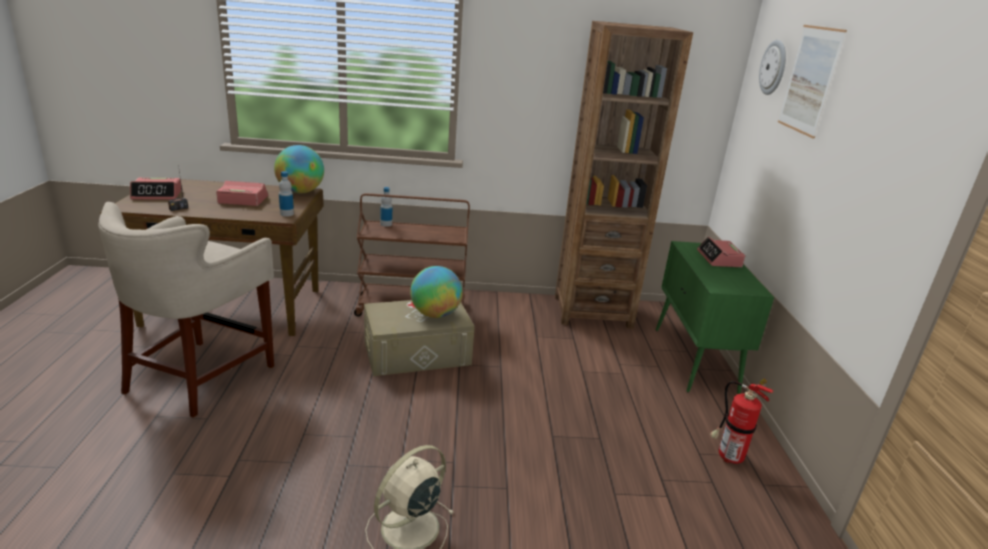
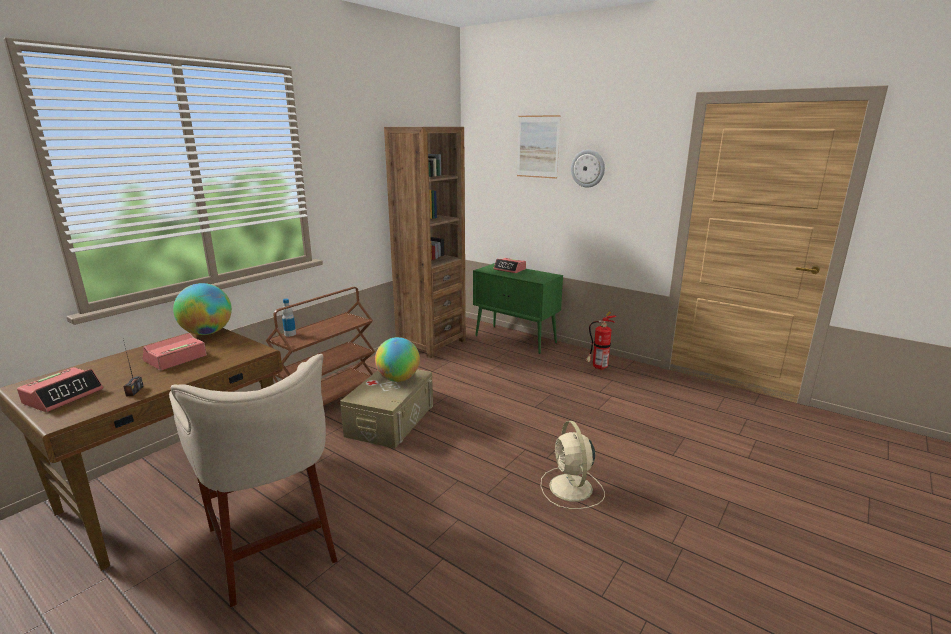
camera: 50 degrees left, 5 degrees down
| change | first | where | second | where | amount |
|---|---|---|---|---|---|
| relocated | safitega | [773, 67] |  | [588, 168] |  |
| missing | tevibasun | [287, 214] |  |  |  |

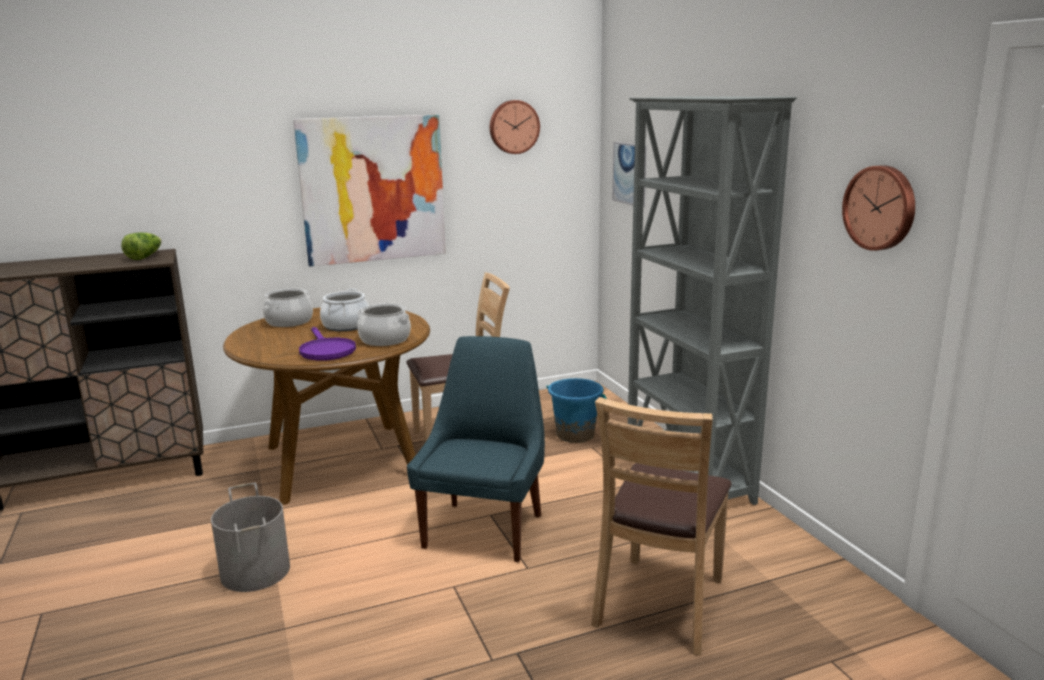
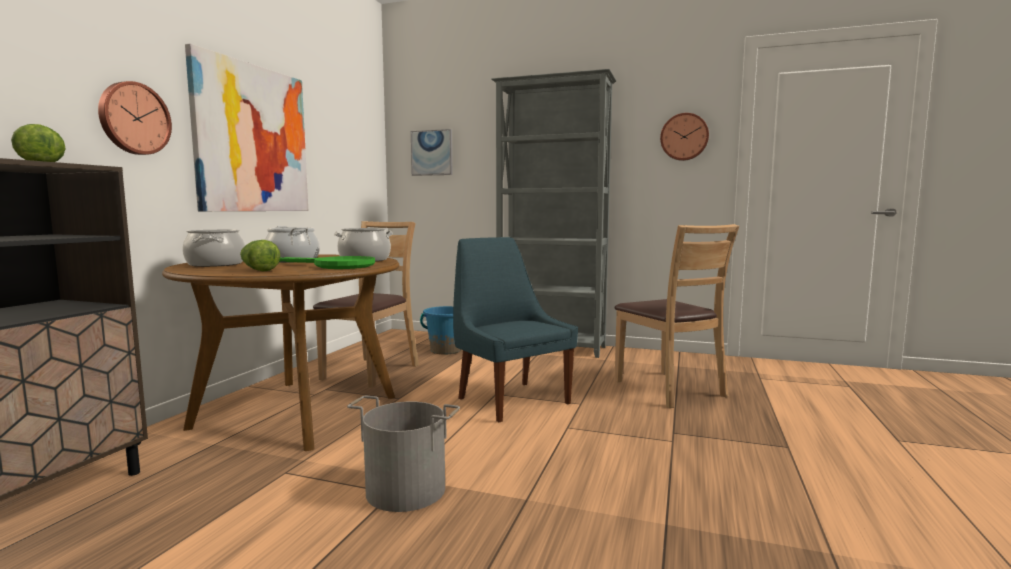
camera: 50 degrees left, 10 degrees down
| change | first | where | second | where | amount |
|---|---|---|---|---|---|
| relocated | safitega | [513, 127] |  | [133, 118] |  |
| colour | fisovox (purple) | [325, 350] | fisovox (green) | [336, 266] |  |
| appeared |  |  | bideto | [258, 270] |  |

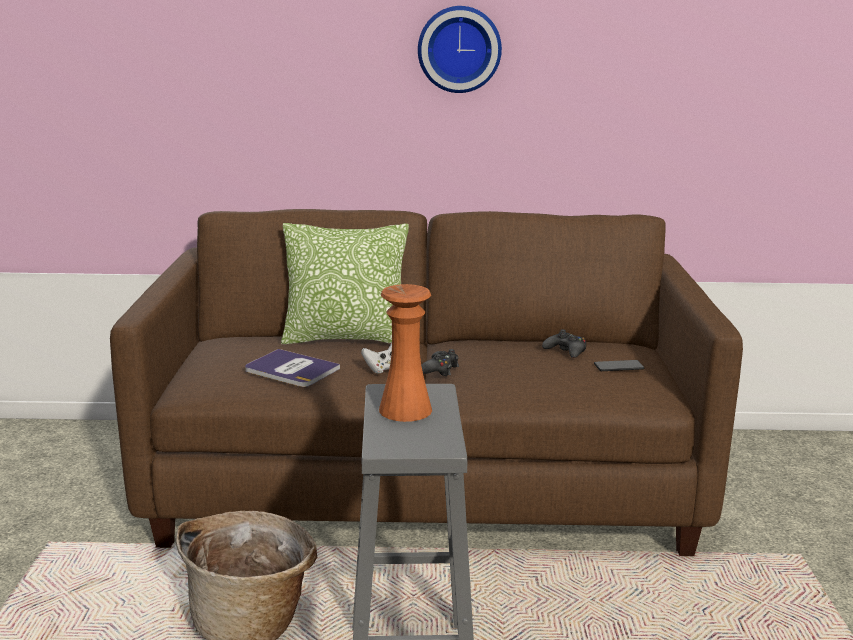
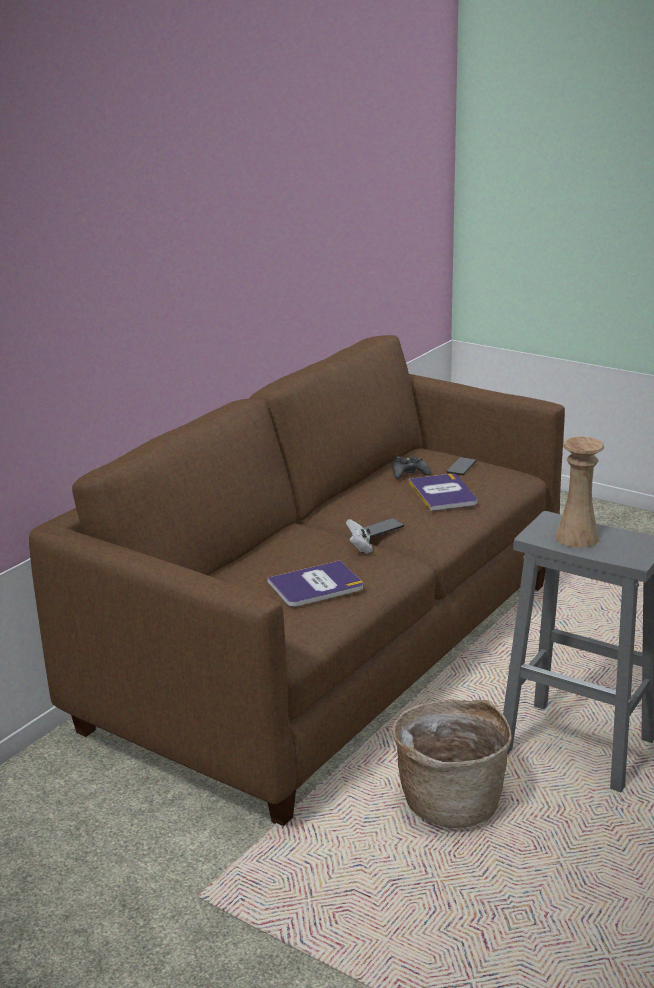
camera: 55 degrees left, 5 degrees up
| change | first | where | second | where | amount |
|---|---|---|---|---|---|
| missing | safitega | [459, 49] |  |  |  |
| missing | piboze | [346, 338] |  |  |  |
| colour | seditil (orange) | [405, 409] | seditil (beige) | [577, 537] |  |
| exchanged | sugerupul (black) | [440, 369] | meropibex | [381, 529] |  |
| appeared |  |  | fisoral | [443, 493] |  |

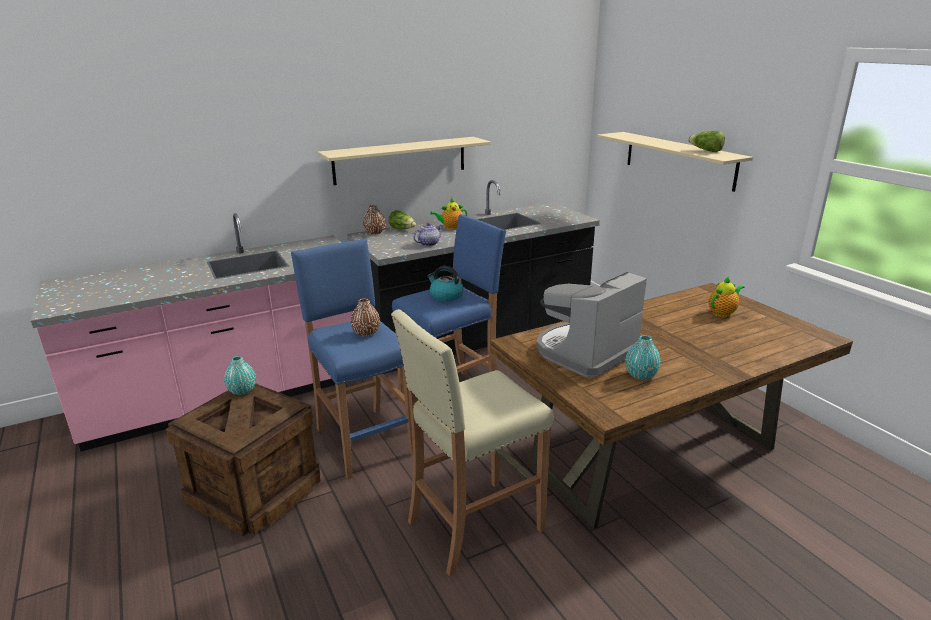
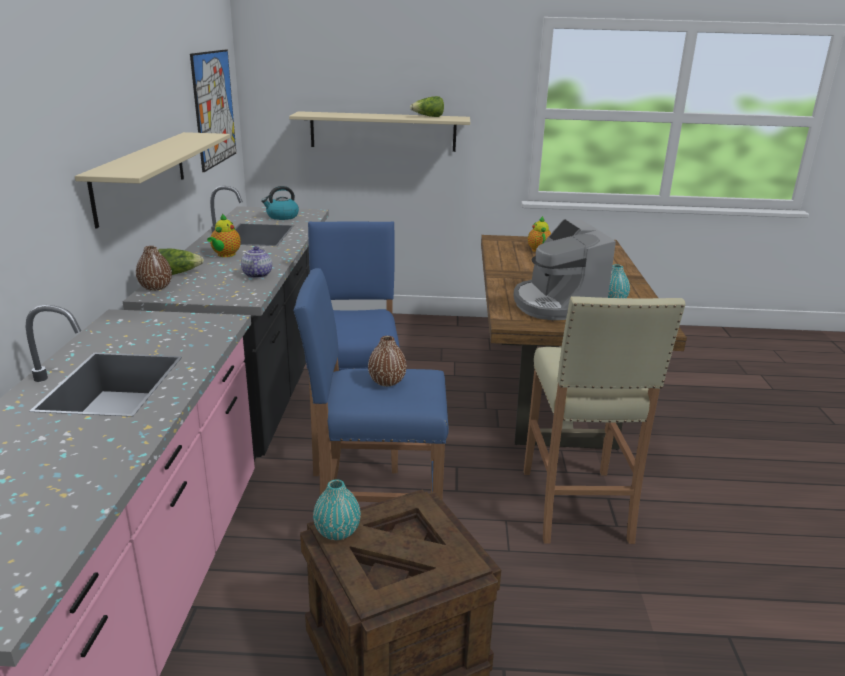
camera: 60 degrees left, 0 degrees up
| change | first | where | second | where | amount |
|---|---|---|---|---|---|
| relocated | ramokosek | [445, 296] |  | [282, 217] |  |
| appeared |  |  | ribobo | [214, 108] |  |

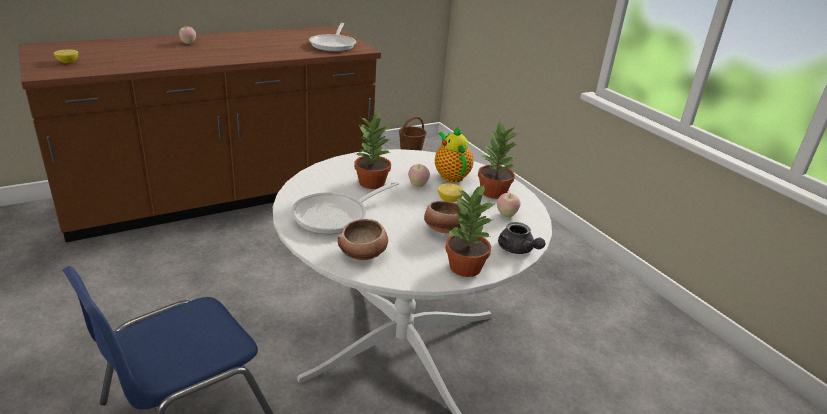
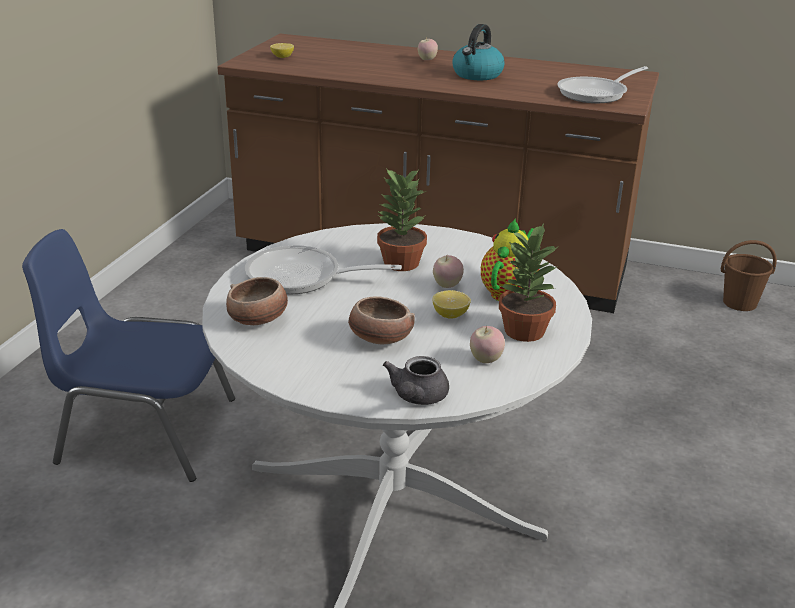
camera: 50 degrees right, 0 degrees up
| change | first | where | second | where | amount |
|---|---|---|---|---|---|
| missing | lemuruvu | [464, 267] |  |  |  |
| appeared |  |  | ramokosek | [477, 75] |  |

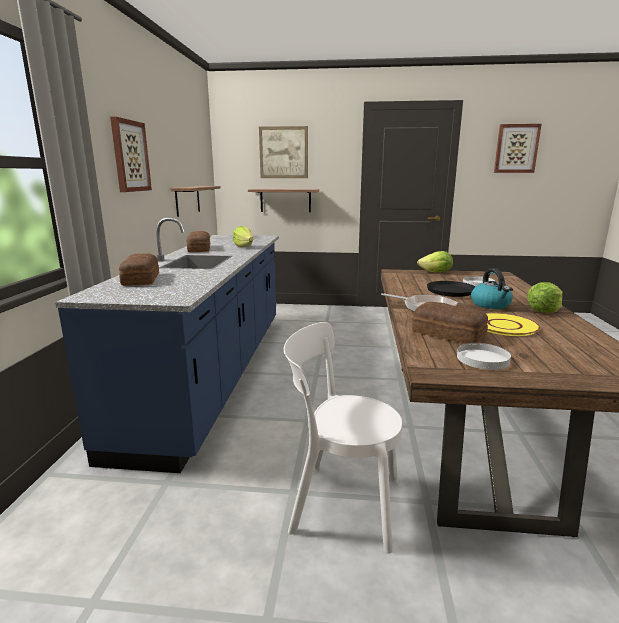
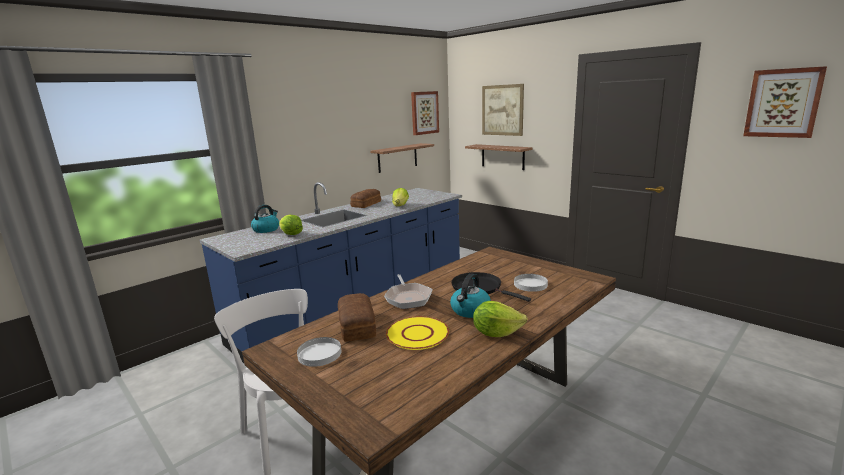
camera: 40 degrees right, 0 degrees up
| change | first | where | second | where | amount |
|---|---|---|---|---|---|
| relocated | ribobo | [130, 156] |  | [424, 113] |  |
| relocated | bideto | [436, 272] |  | [291, 234] |  |
| exchanged | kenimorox | [140, 279] | ramokosek | [266, 229] |  |

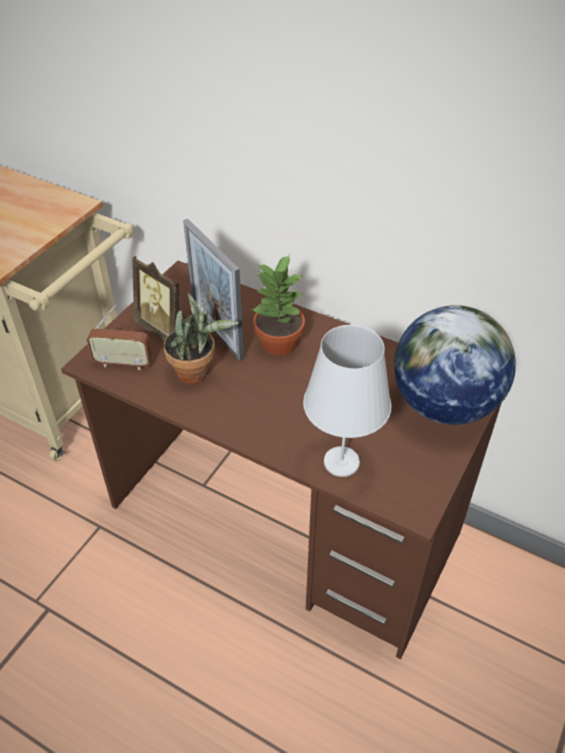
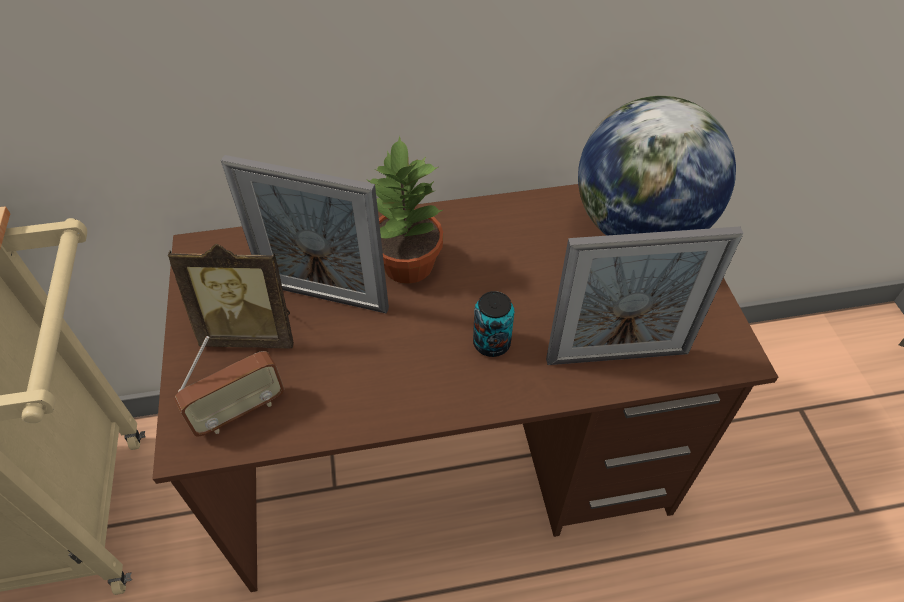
camera: 40 degrees left, 5 degrees up
| change | first | where | second | where | amount |
|---|---|---|---|---|---|
| missing | lemuruvu | [197, 372] |  |  |  |
| exchanged | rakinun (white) | [341, 462] | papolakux | [617, 356] |  |
| appeared |  |  | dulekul | [491, 343] |  |

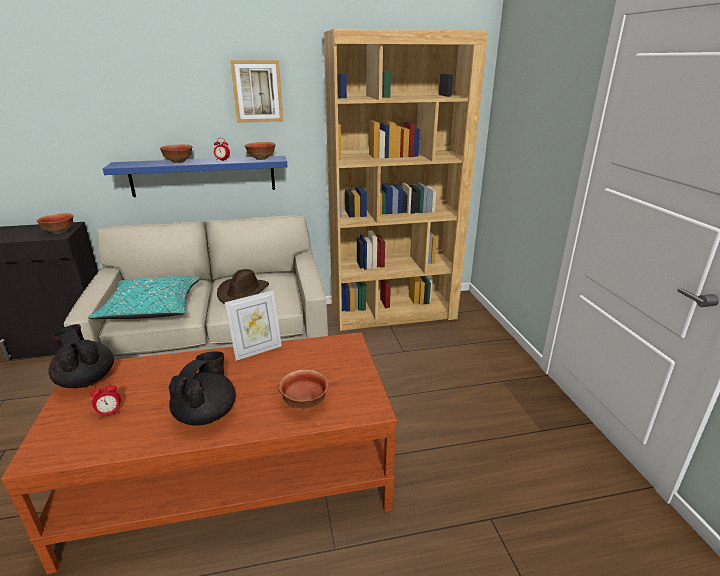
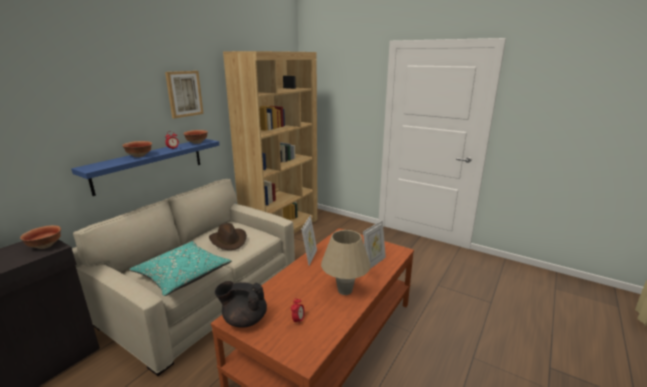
camera: 45 degrees left, 5 degrees down
| change | first | where | second | where | amount |
|---|---|---|---|---|---|
| exchanged | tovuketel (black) | [206, 414] | rakinun (beige) | [345, 290] |  |
| exchanged | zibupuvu | [305, 402] | papolakux | [373, 262] |  |

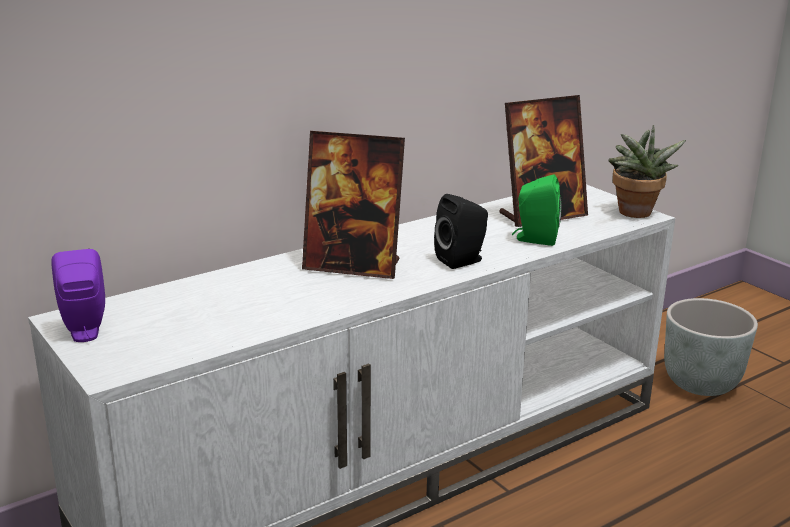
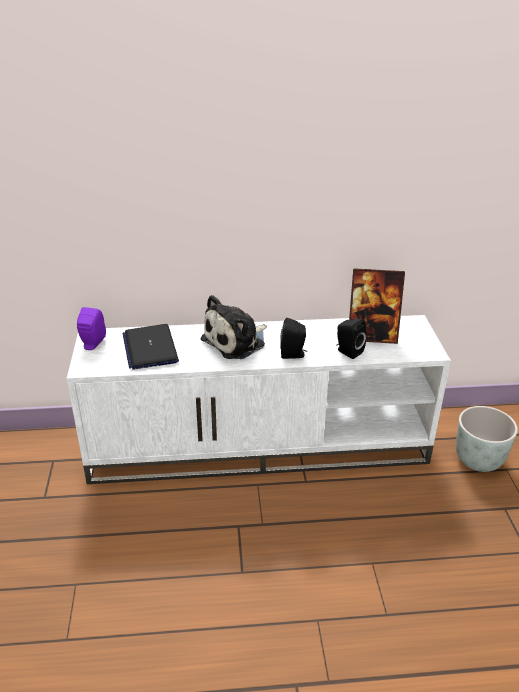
camera: 30 degrees right, 10 degrees up
| change | first | where | second | where | amount |
|---|---|---|---|---|---|
| missing | lemuruvu | [635, 214] |  |  |  |
| exchanged | papolakux | [353, 266] | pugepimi | [236, 342] |  |
| colour | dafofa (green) | [534, 239] | dafofa (black) | [348, 351] |  |
| appeared |  |  | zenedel | [150, 348] |  |

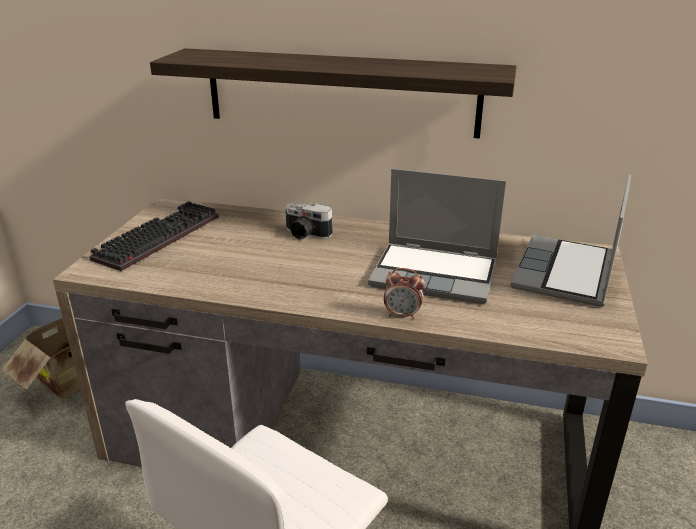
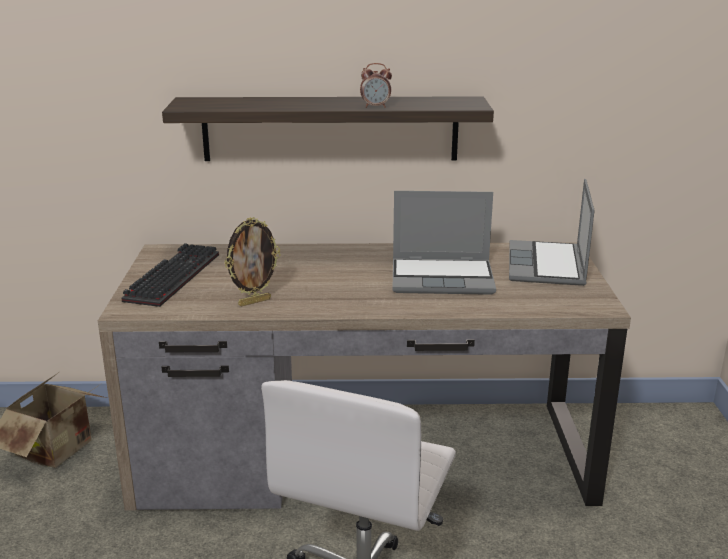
camera: 15 degrees left, 5 degrees down
| change | first | where | second | where | amount |
|---|---|---|---|---|---|
| missing | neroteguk | [305, 234] |  |  |  |
| relocated | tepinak | [402, 315] |  | [375, 107] |  |
| appeared |  |  | papolakux | [254, 302] |  |

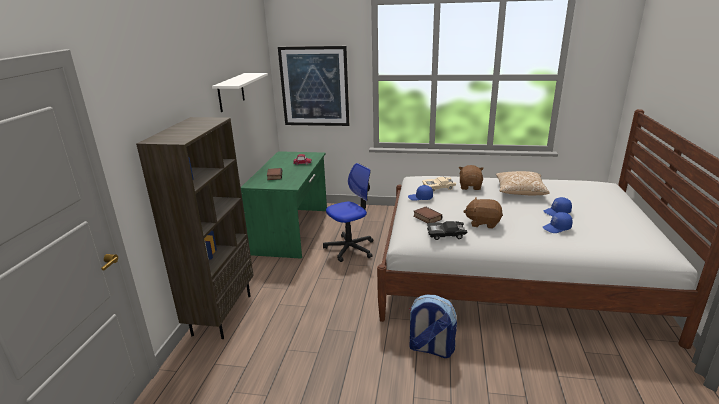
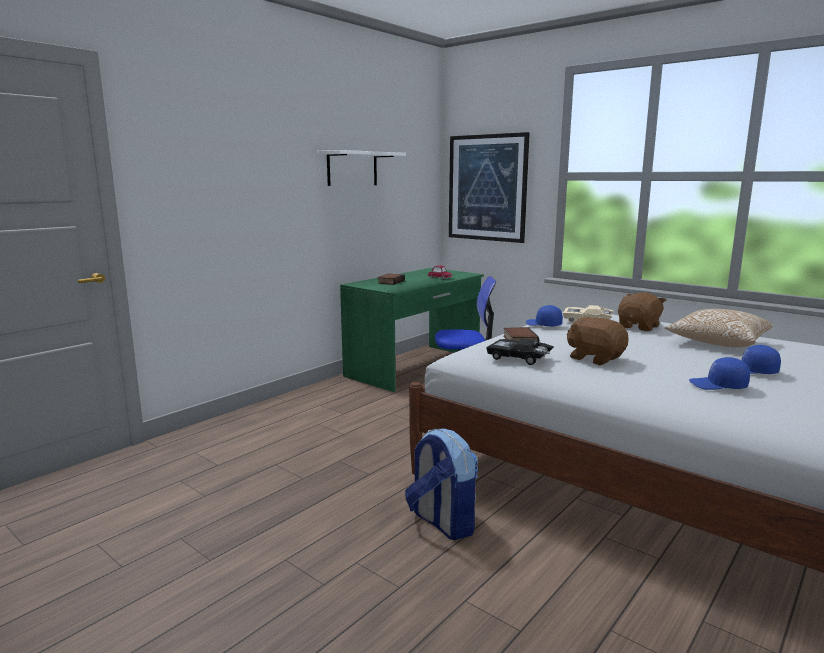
camera: 30 degrees right, 10 degrees down
| change | first | where | second | where | amount |
|---|---|---|---|---|---|
| missing | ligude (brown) | [221, 314] |  |  |  |

